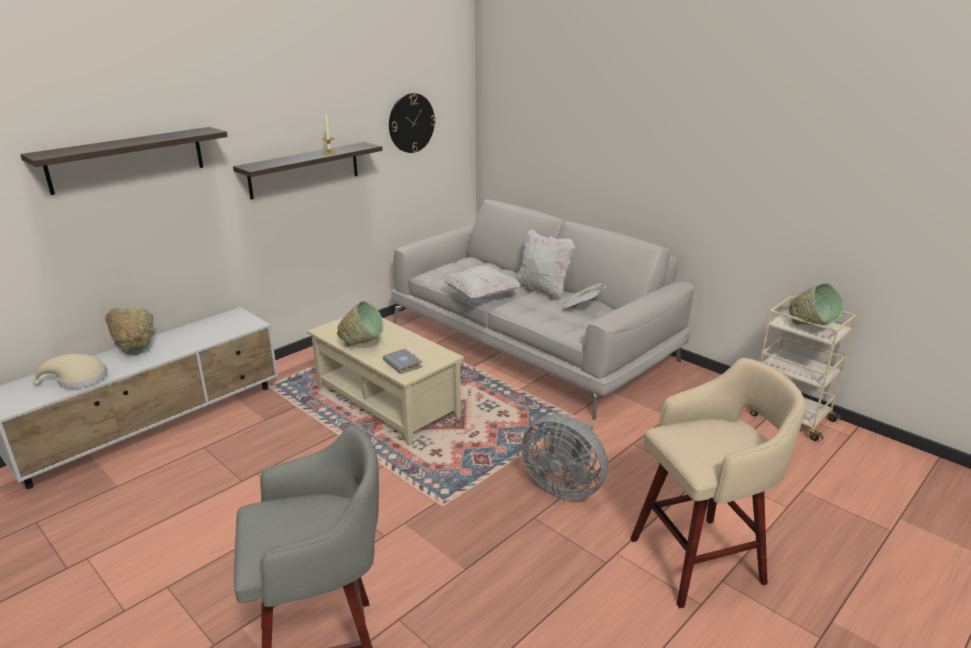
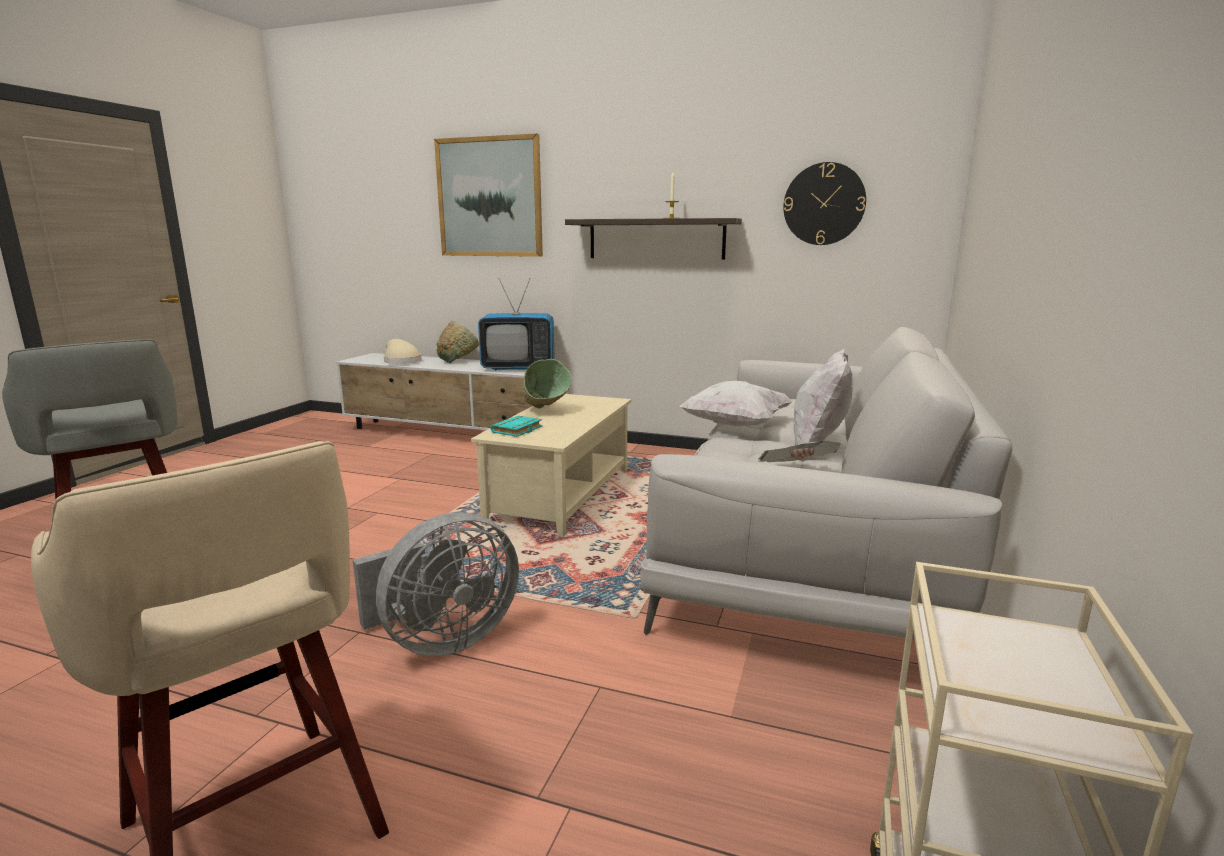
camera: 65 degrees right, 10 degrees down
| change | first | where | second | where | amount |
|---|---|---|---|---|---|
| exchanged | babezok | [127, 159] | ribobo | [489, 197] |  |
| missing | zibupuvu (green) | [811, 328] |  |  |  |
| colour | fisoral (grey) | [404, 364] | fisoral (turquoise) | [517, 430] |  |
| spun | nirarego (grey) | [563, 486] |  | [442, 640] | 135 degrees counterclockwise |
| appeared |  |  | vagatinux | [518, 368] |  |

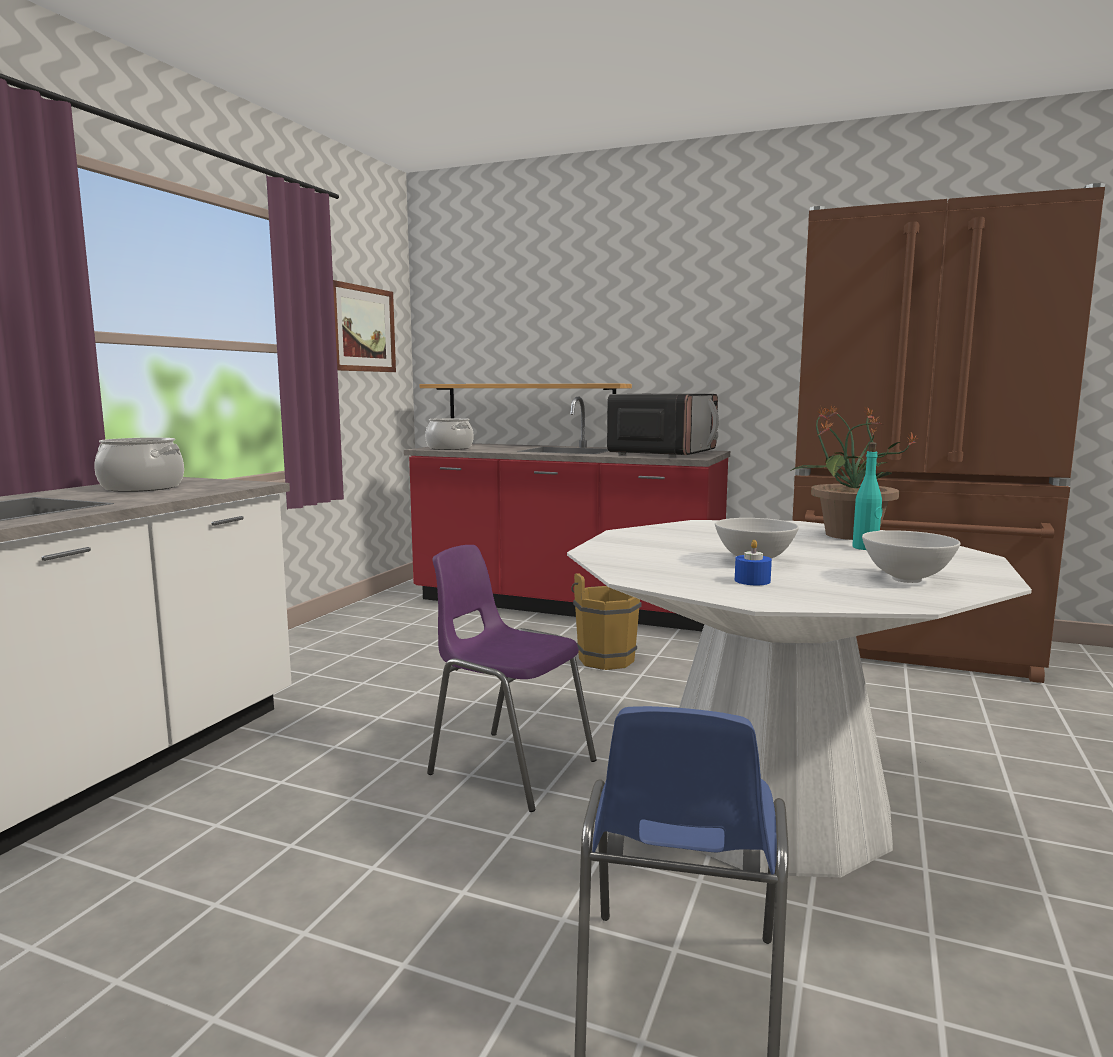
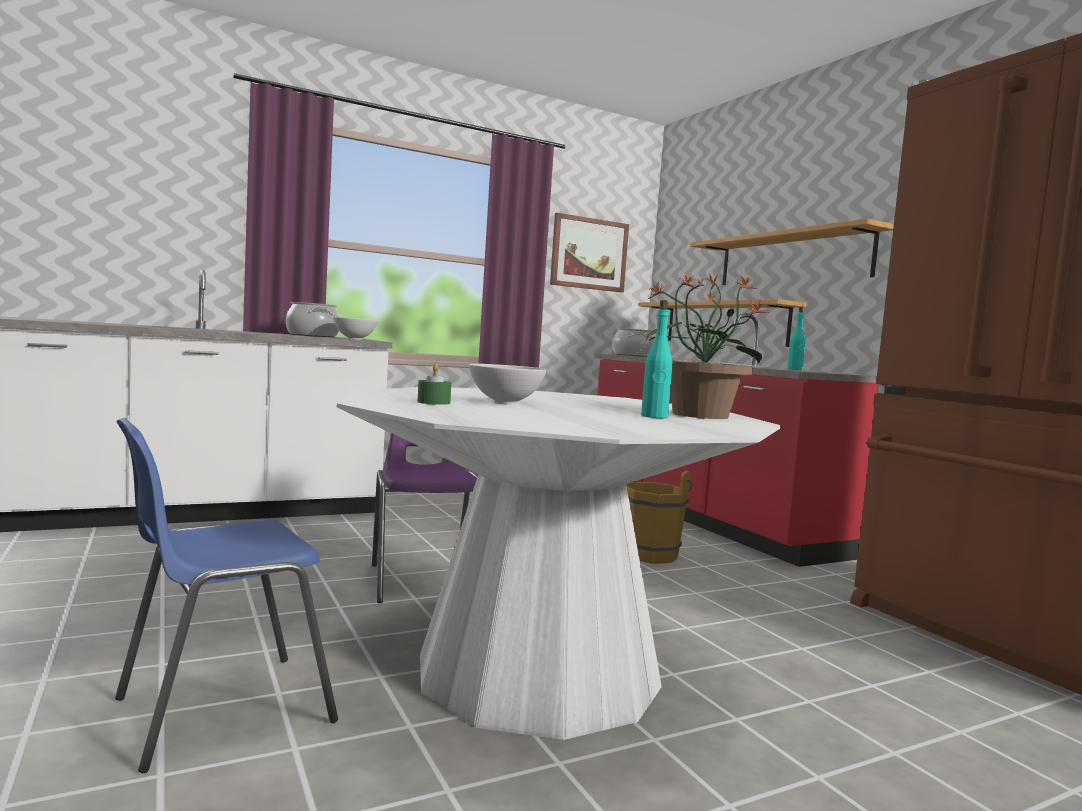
camera: 40 degrees right, 5 degrees down
| change | first | where | second | where | amount |
|---|---|---|---|---|---|
| exchanged | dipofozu | [663, 453] | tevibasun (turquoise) | [795, 369] |  |
| relocated | zibupuvu (white) | [906, 579] |  | [354, 339] |  |
| colour | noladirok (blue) | [752, 581] | noladirok (green) | [433, 402] |  |
| appeared |  |  | babezok | [792, 259] |  |

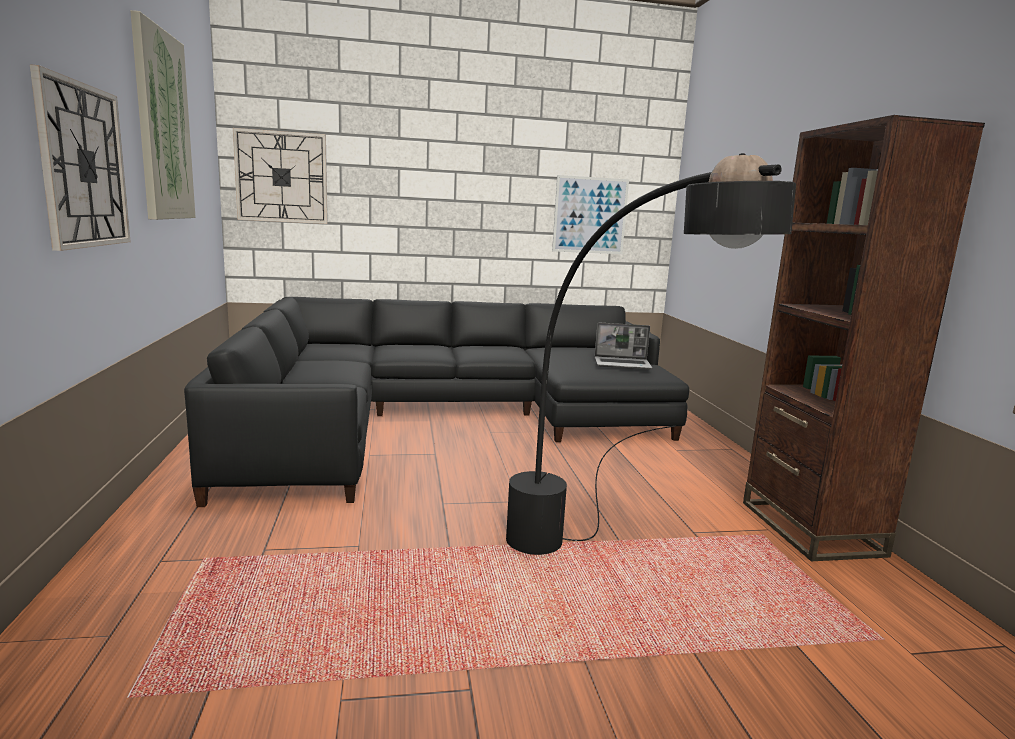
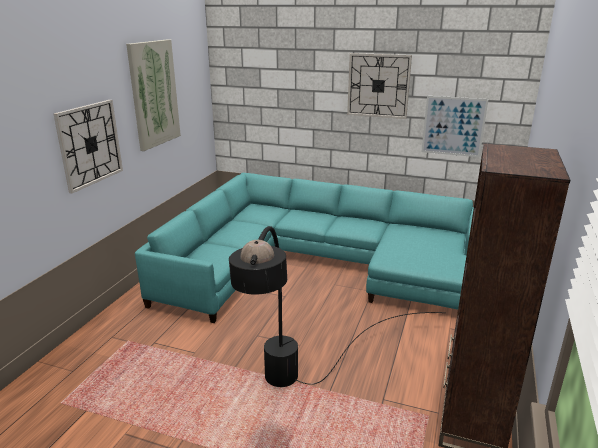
camera: 30 degrees right, 10 degrees up
| change | first | where | second | where | amount |
|---|---|---|---|---|---|
| relocated | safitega | [281, 177] |  | [378, 86] |  |
| colour | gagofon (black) | [442, 417] | gagofon (turquoise) | [315, 265] |  |
| missing | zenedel | [623, 364] |  |  |  |

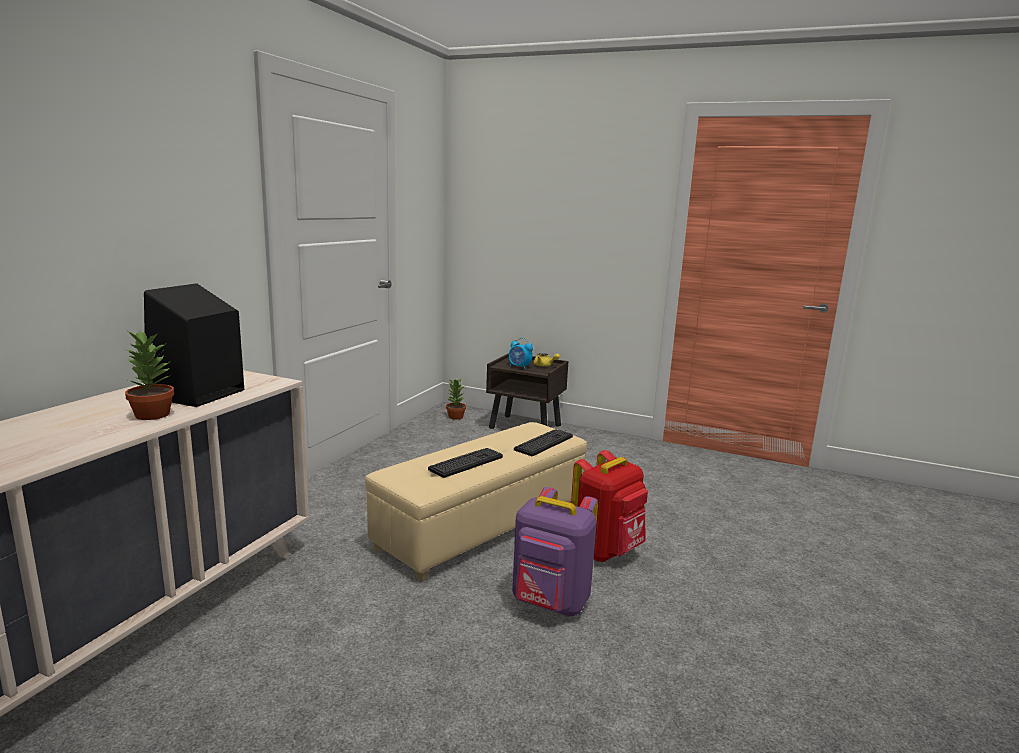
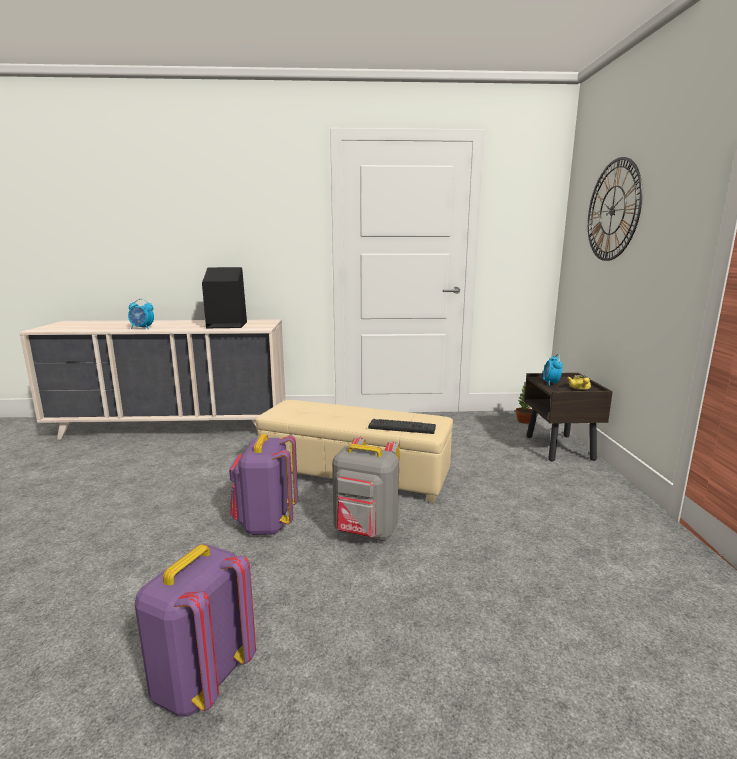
camera: 65 degrees right, 0 degrees up
| change | first | where | second | where | amount |
|---|---|---|---|---|---|
| missing | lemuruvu | [152, 414] |  |  |  |
| missing | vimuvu | [466, 463] |  |  |  |
| colour | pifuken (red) | [606, 551] | pifuken (grey) | [366, 532] |  |
| appeared |  |  | safitega | [612, 210] |  |
| appeared |  |  | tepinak | [142, 328] |  |
| appeared |  |  | pifuken (purple) | [200, 681] |  |

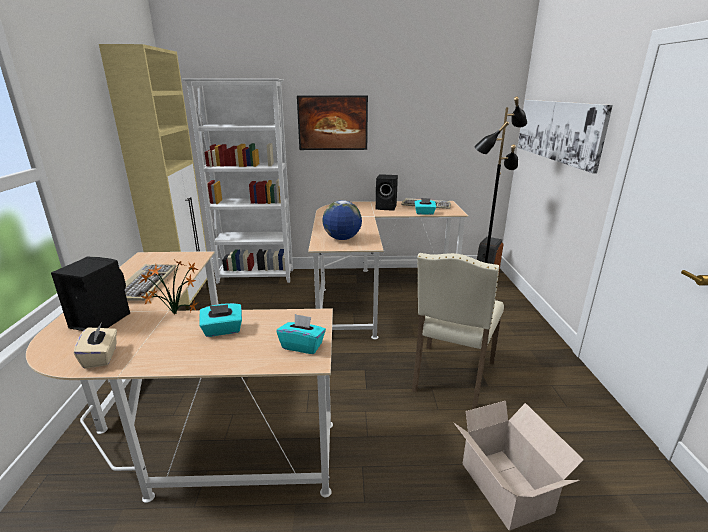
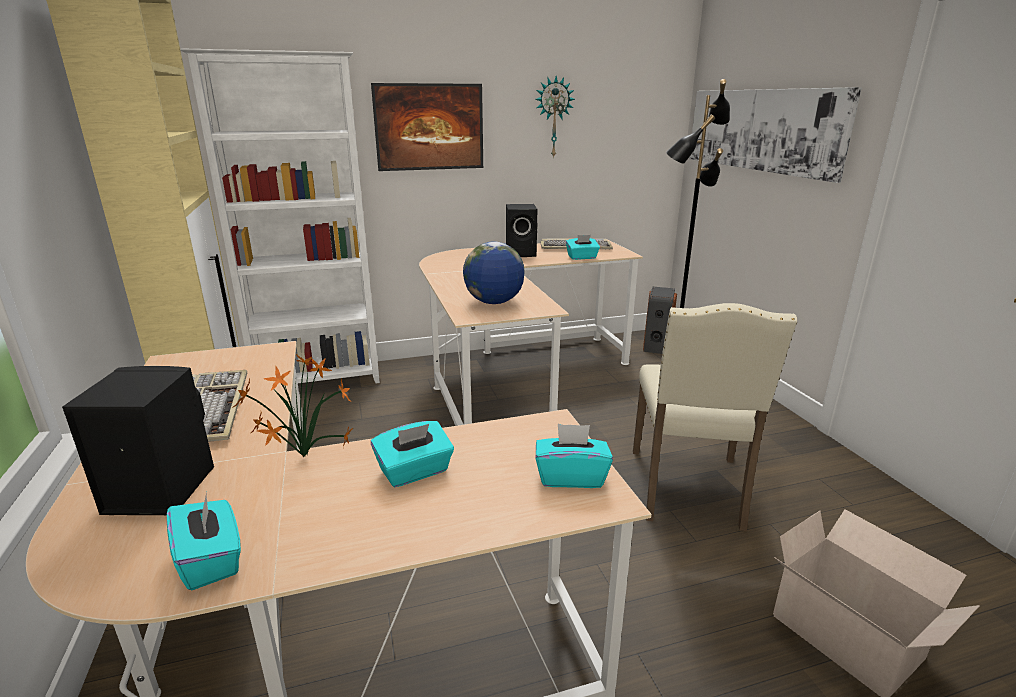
camera: 15 degrees left, 0 degrees up
| change | first | where | second | where | amount |
|---|---|---|---|---|---|
| colour | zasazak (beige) | [101, 357] | zasazak (turquoise) | [211, 560] |  |
| appeared |  |  | safitega | [553, 117] |  |

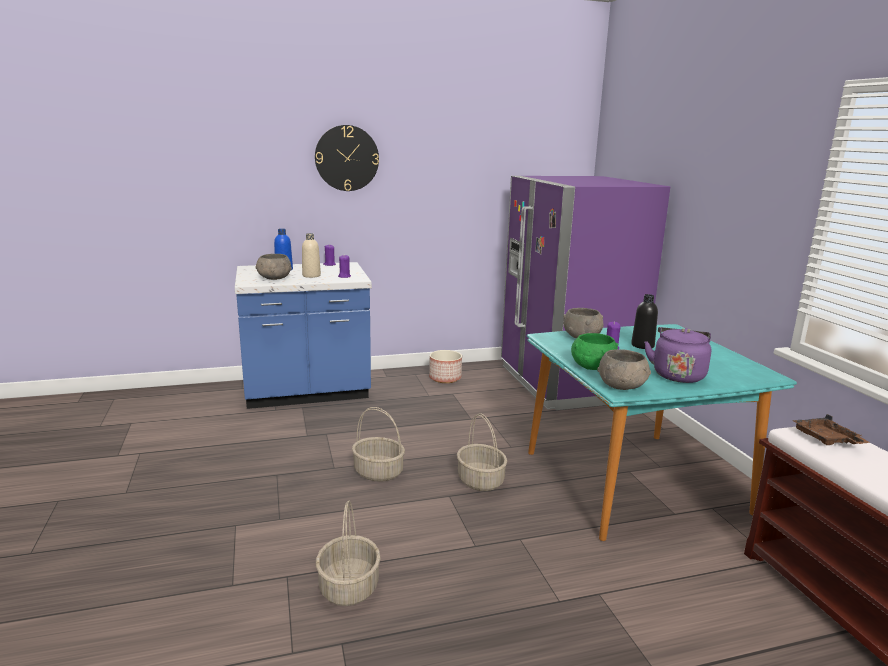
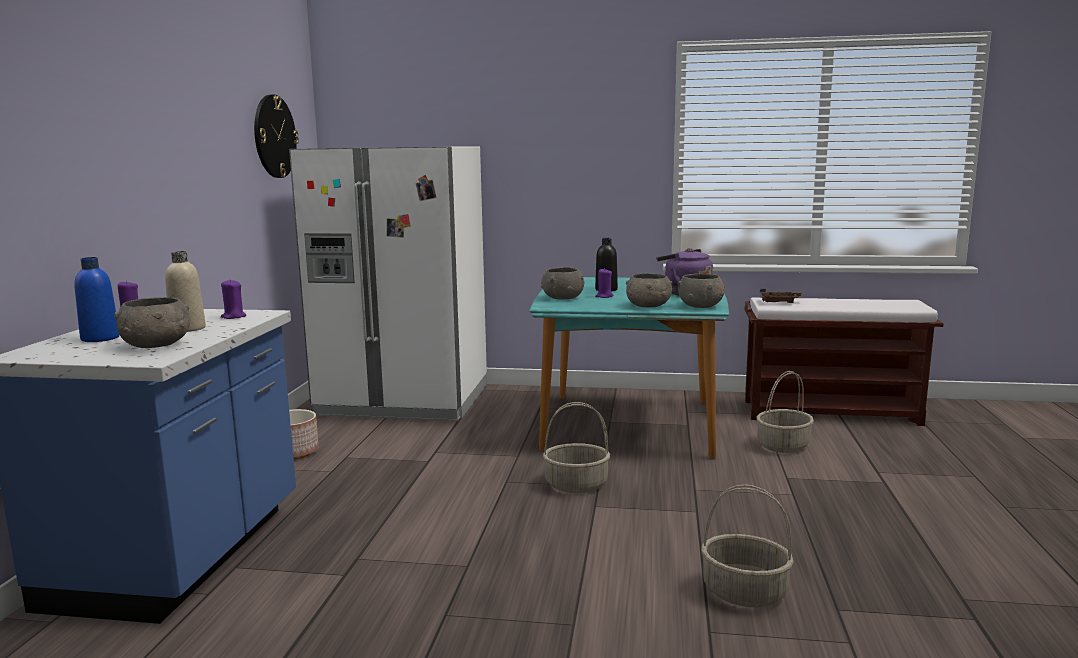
camera: 65 degrees left, 5 degrees down
| change | first | where | second | where | amount |
|---|---|---|---|---|---|
| relocated | safitega | [347, 158] |  | [274, 136] |  |
| colour | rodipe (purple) | [566, 383] | rodipe (white) | [404, 400] |  |
| colour | zibupuvu (green) | [592, 367] | zibupuvu (grey) | [648, 306] |  |
| relocated | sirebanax | [379, 472] |  | [783, 445] |  |

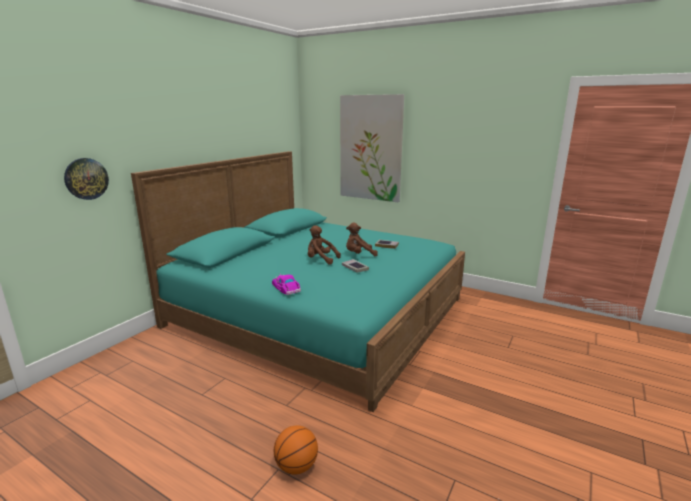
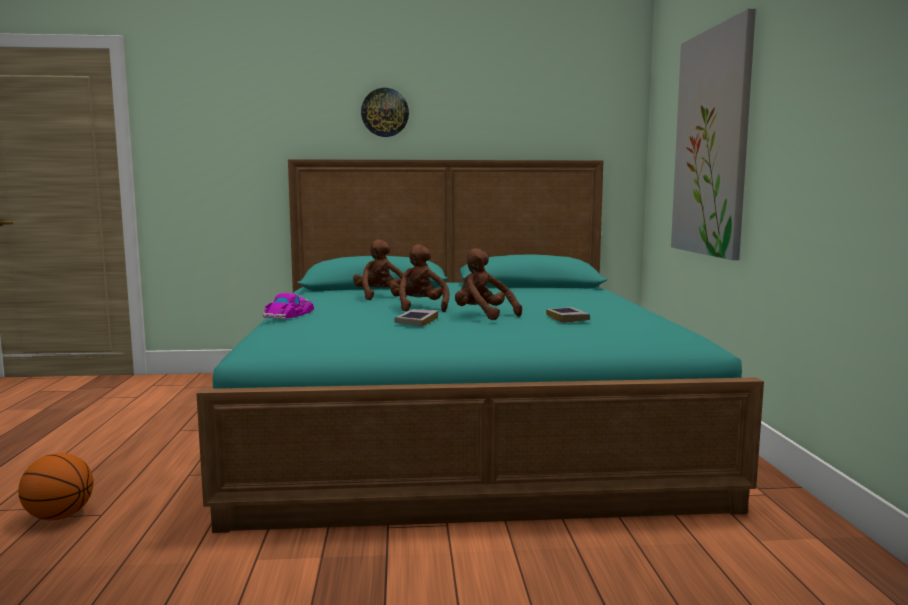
camera: 55 degrees right, 10 degrees down
| change | first | where | second | where | amount |
|---|---|---|---|---|---|
| relocated | safitega | [86, 178] |  | [385, 112] |  |
| appeared |  |  | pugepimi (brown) | [380, 297] |  |

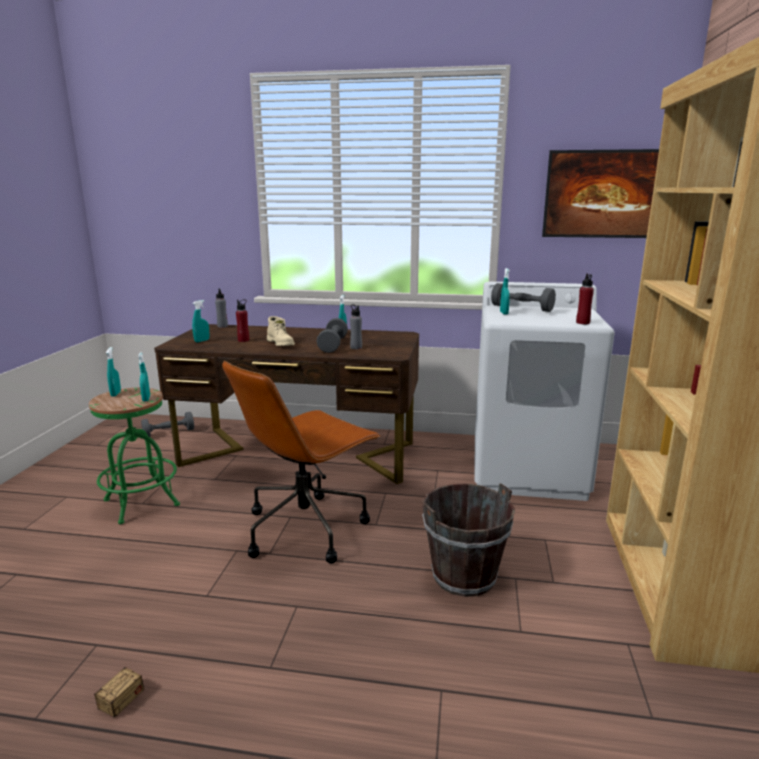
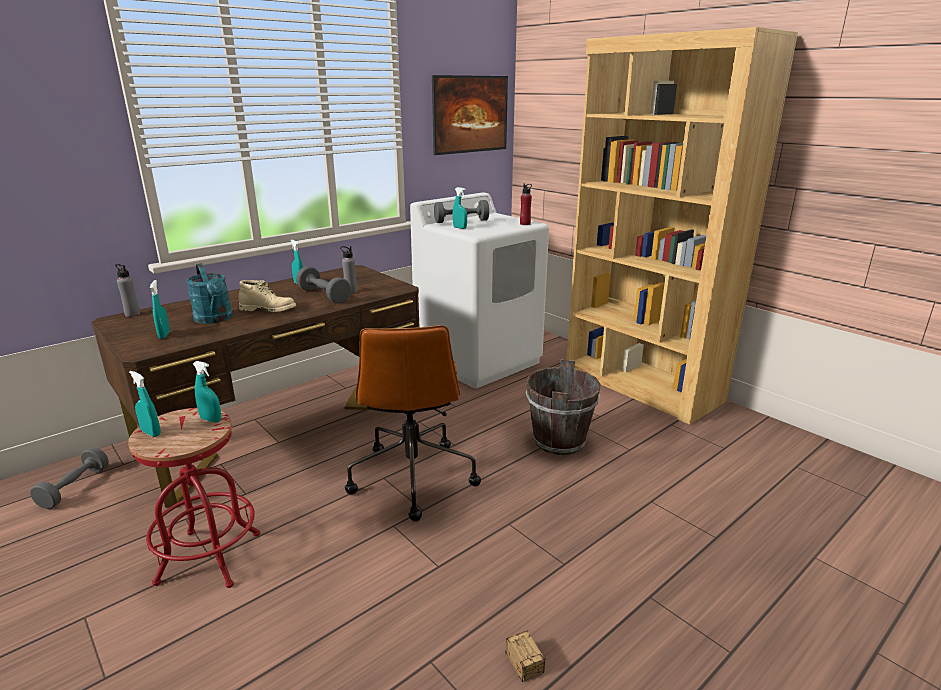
camera: 50 degrees left, 5 degrees up
| change | first | where | second | where | amount |
|---|---|---|---|---|---|
| exchanged | tevibasun (red) | [243, 340] | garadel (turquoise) | [215, 319] |  |
| colour | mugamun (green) | [141, 502] | mugamun (red) | [209, 558] |  |

